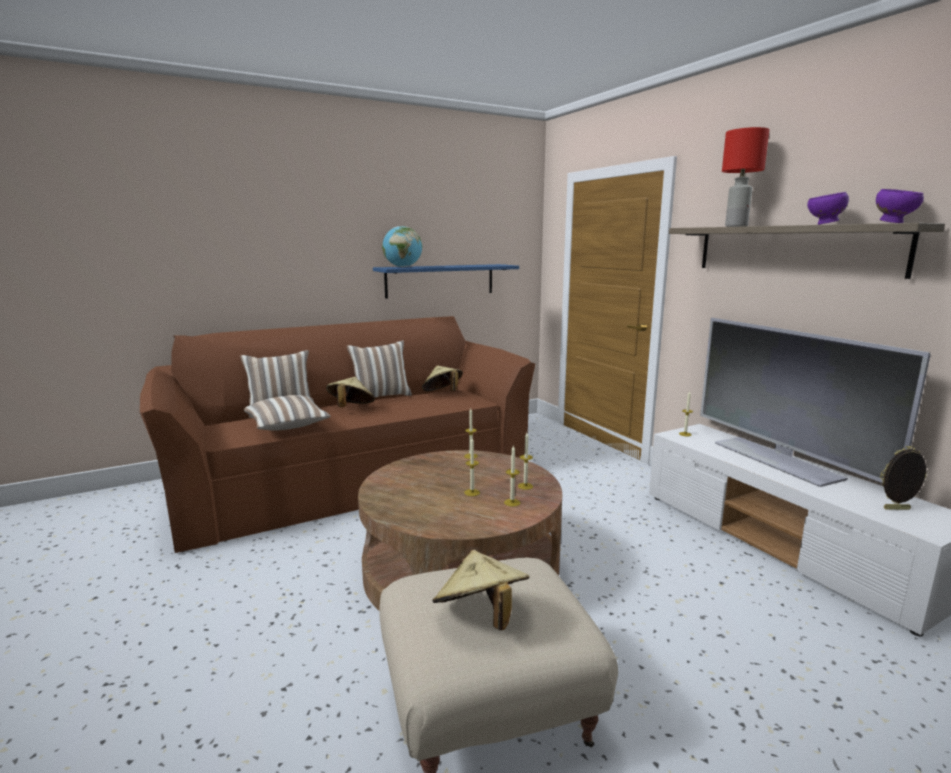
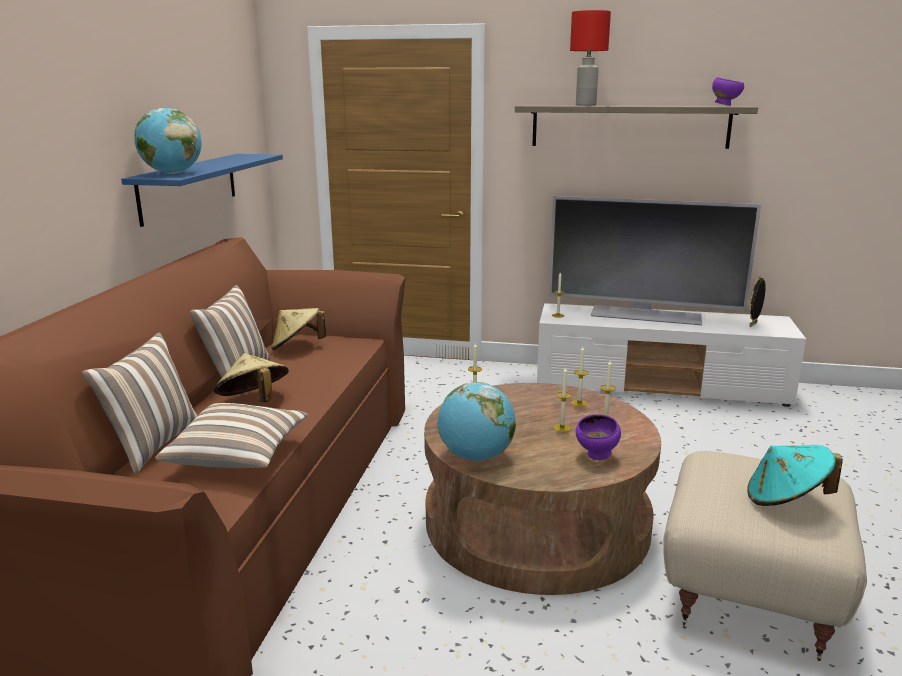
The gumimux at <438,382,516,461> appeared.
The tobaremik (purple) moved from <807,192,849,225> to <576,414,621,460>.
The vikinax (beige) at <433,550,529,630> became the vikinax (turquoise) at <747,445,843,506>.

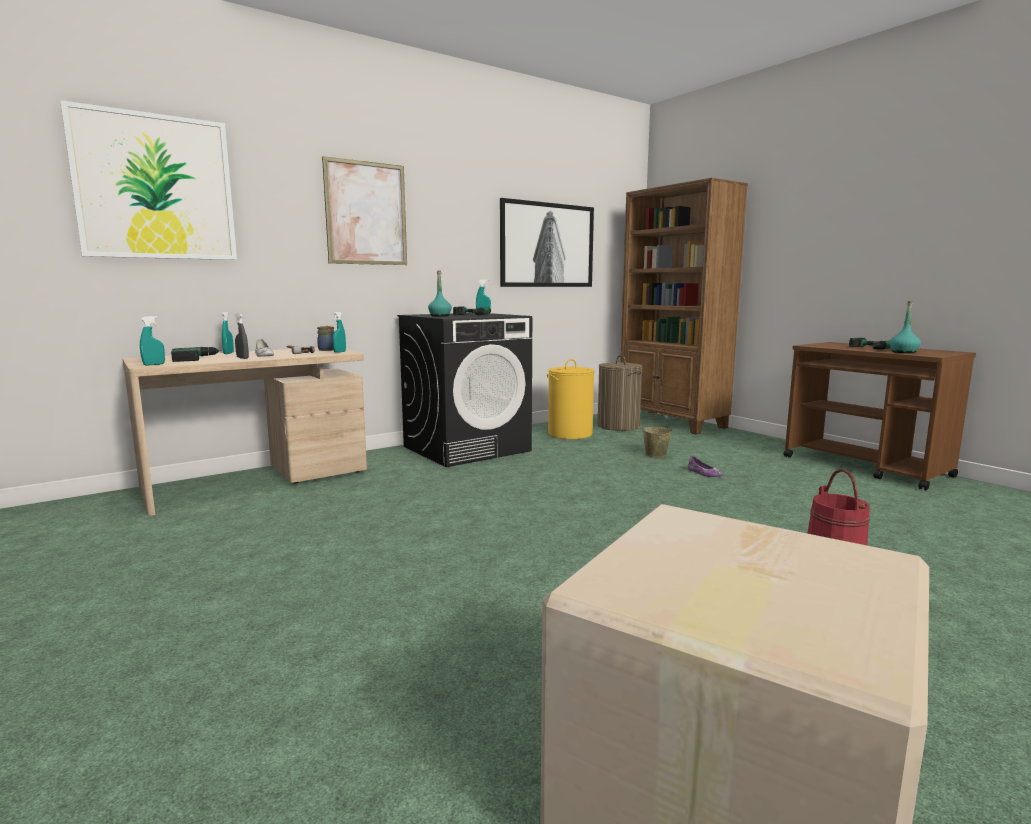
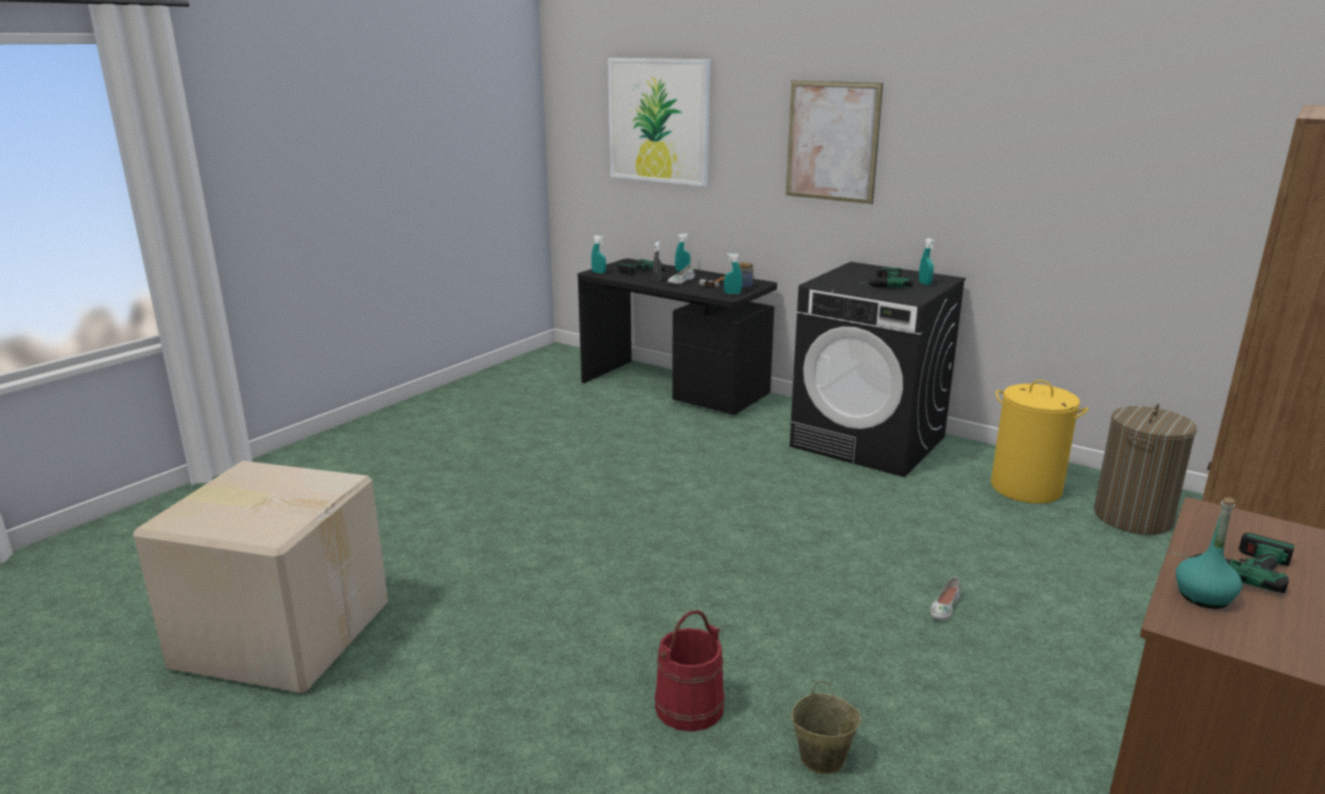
The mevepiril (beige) at <122,347,367,516> became the mevepiril (black) at <578,259,777,415>.
The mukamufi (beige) moved from <642,413,672,457> to <791,681,861,774>.
The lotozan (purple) at <688,456,723,477> became the lotozan (white) at <930,577,961,620>.
The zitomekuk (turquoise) at <428,270,452,317> disappeared.
The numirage at <500,198,594,287> disappeared.

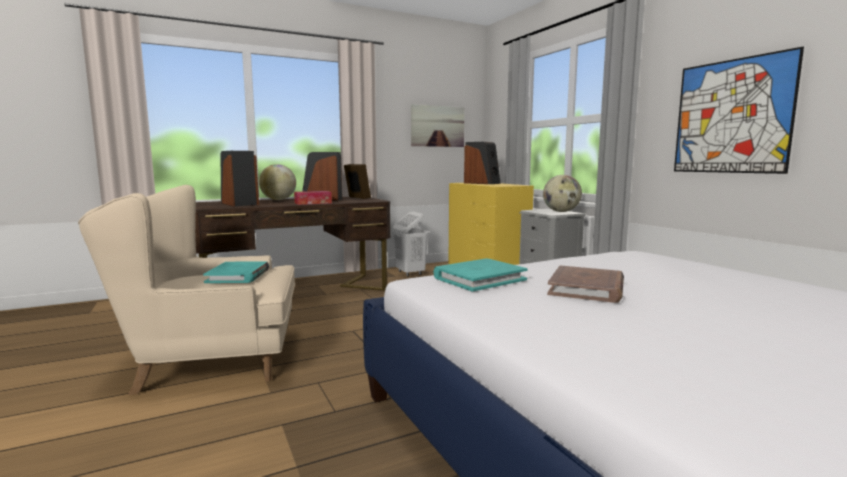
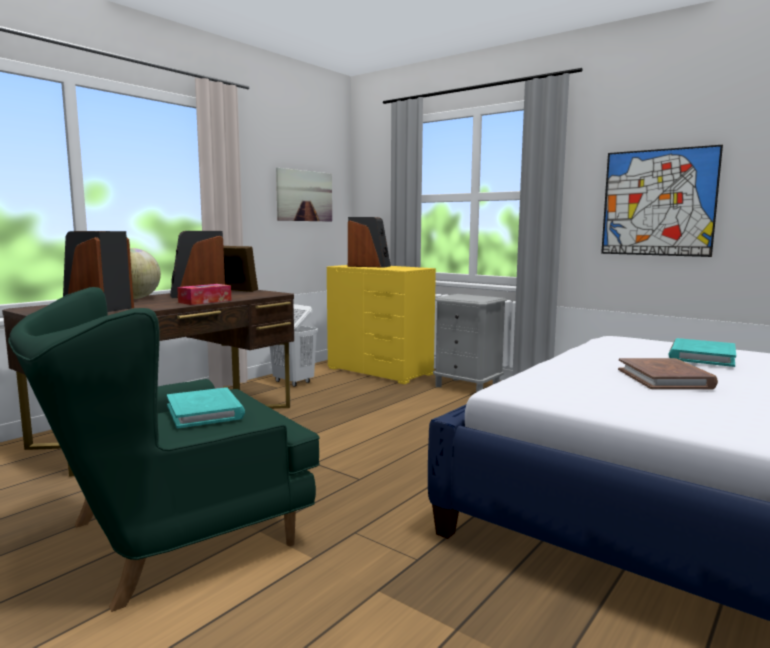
The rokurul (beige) at <78,185,295,395> became the rokurul (green) at <8,287,320,612>.
The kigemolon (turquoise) moved from <434,259,528,291> to <669,338,736,367>.
The gumimux at <543,175,582,212> disappeared.

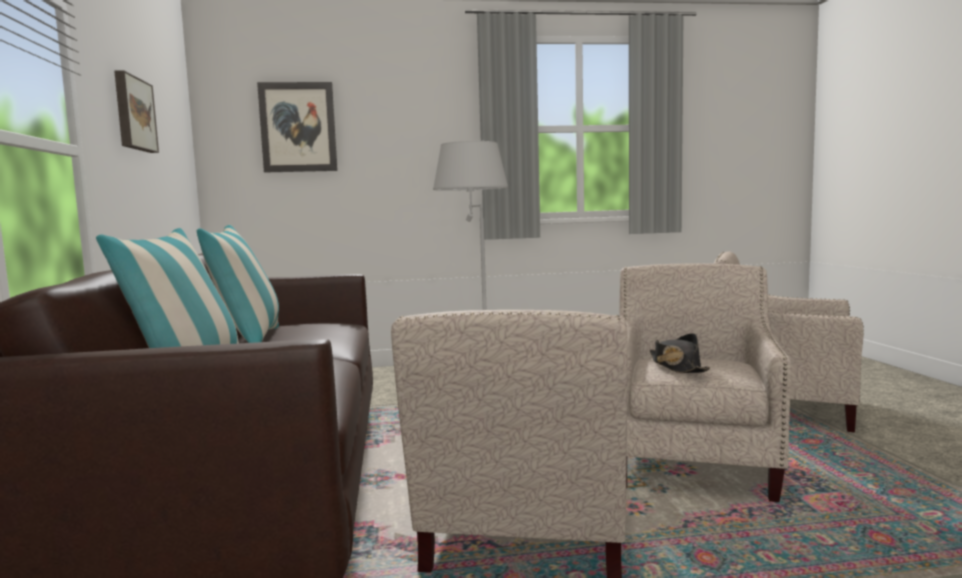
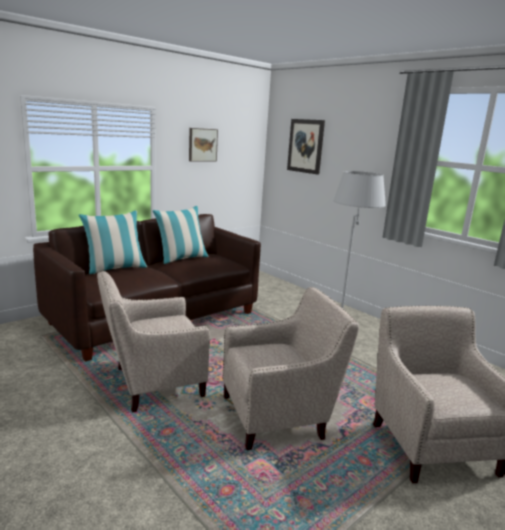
The vikinax (black) at <650,333,710,373> disappeared.

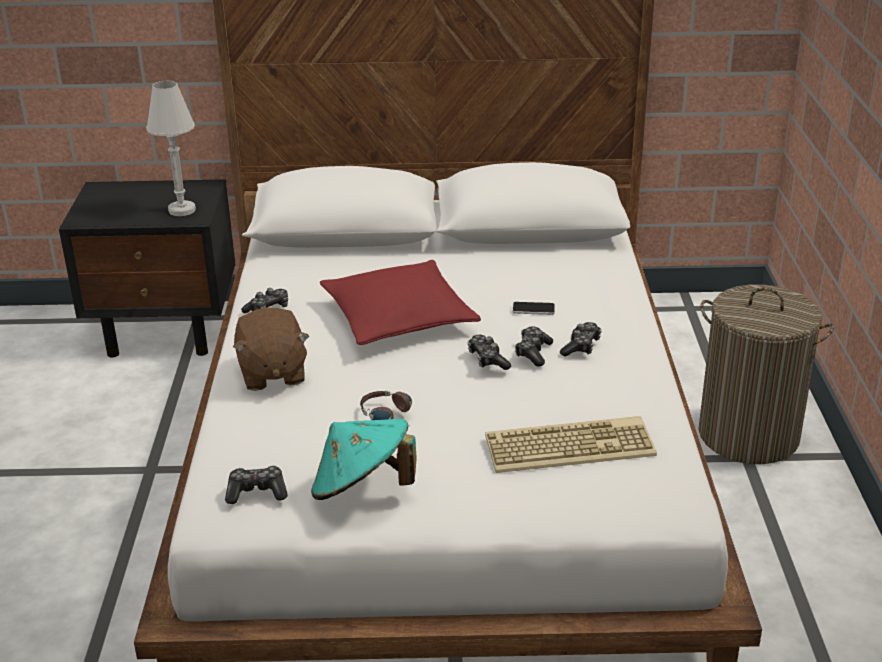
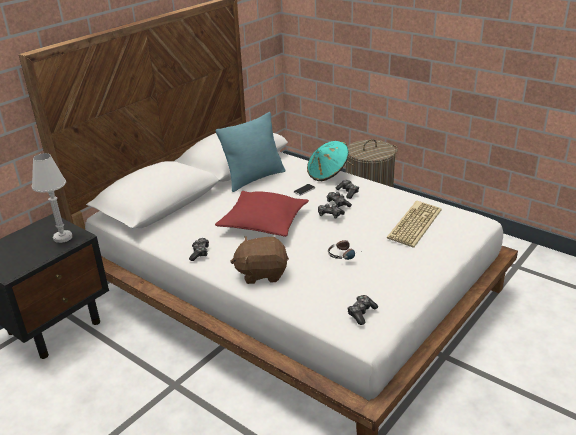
The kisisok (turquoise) at <216,112,286,192> appeared.
The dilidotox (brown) at <233,307,310,391> turned 150 degrees clockwise.
The vikinax (turquoise) moved from <311,419,417,500> to <307,141,349,182>.

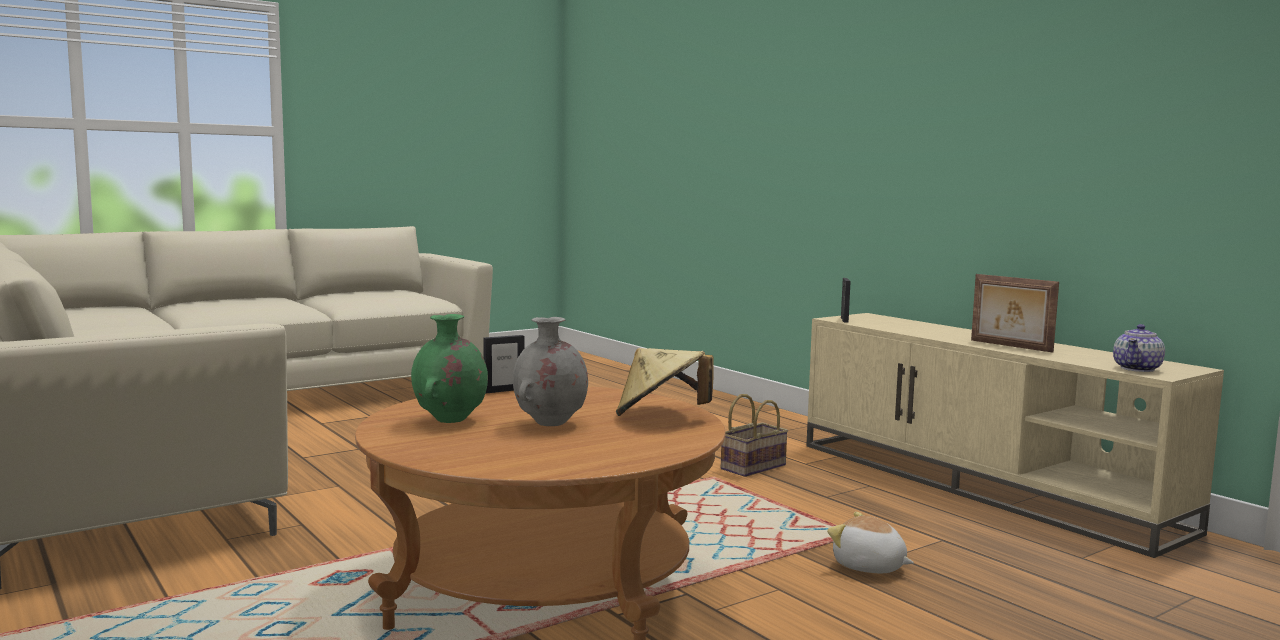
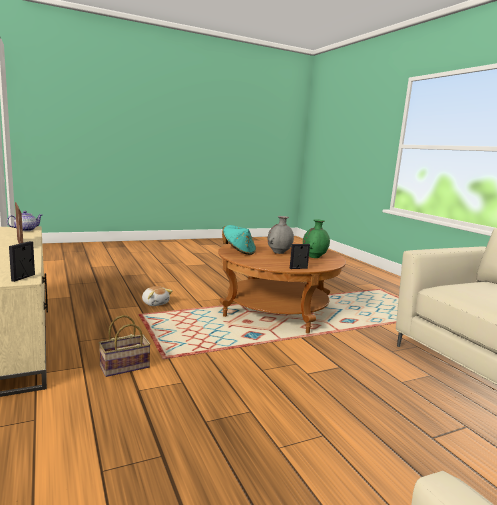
The vikinax (beige) at <616,348,713,416> became the vikinax (turquoise) at <222,225,256,255>.

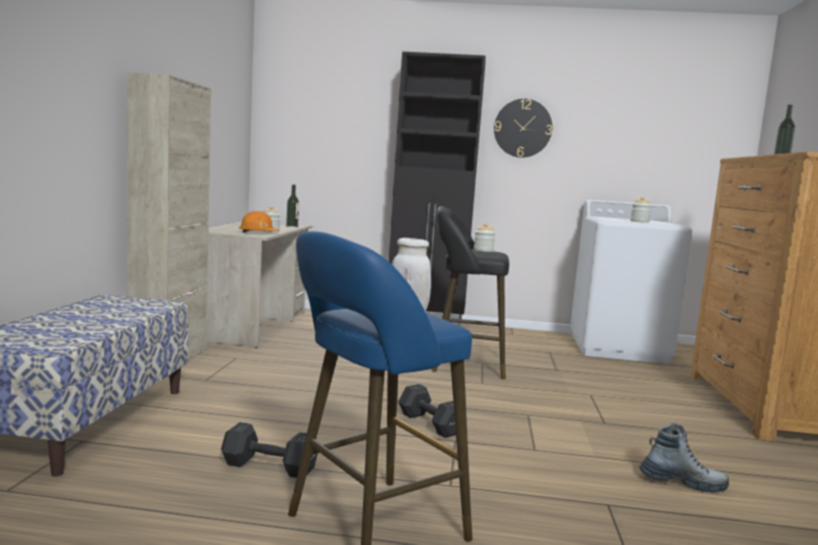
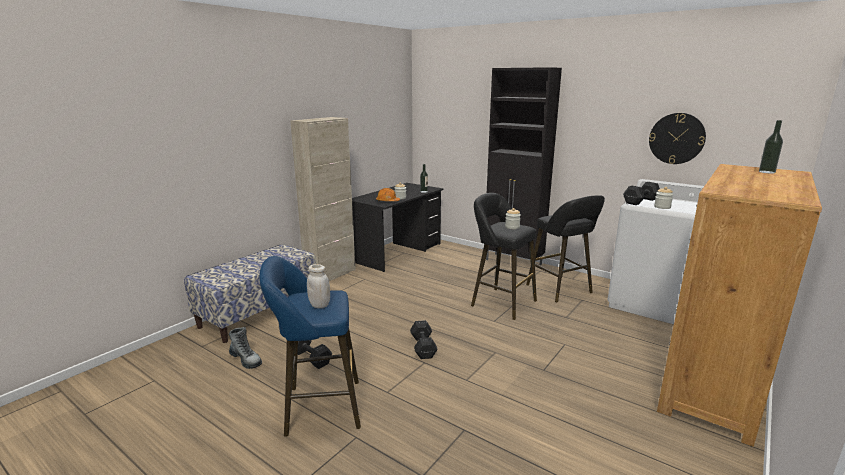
The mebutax moved from <639,423,729,493> to <229,327,262,369>.
The mevepiril (beige) at <207,221,312,348> became the mevepiril (black) at <352,183,444,272>.
The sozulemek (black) at <526,195,605,302> appeared.
The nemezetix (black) at <623,182,660,205> appeared.
The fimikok moved from <494,99,552,158> to <649,113,706,164>.

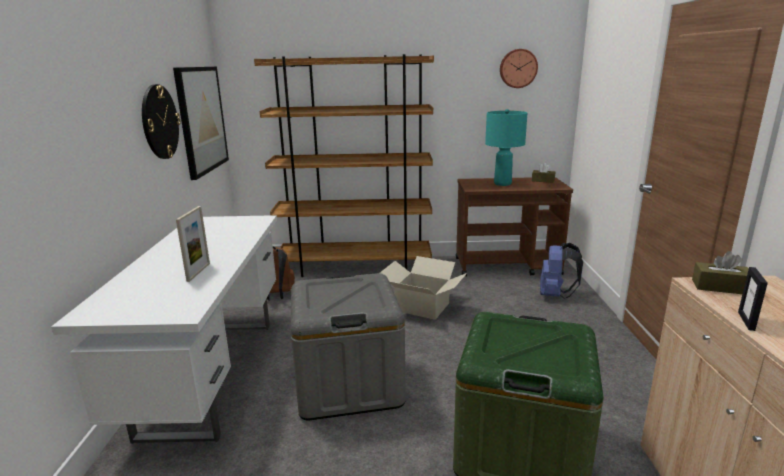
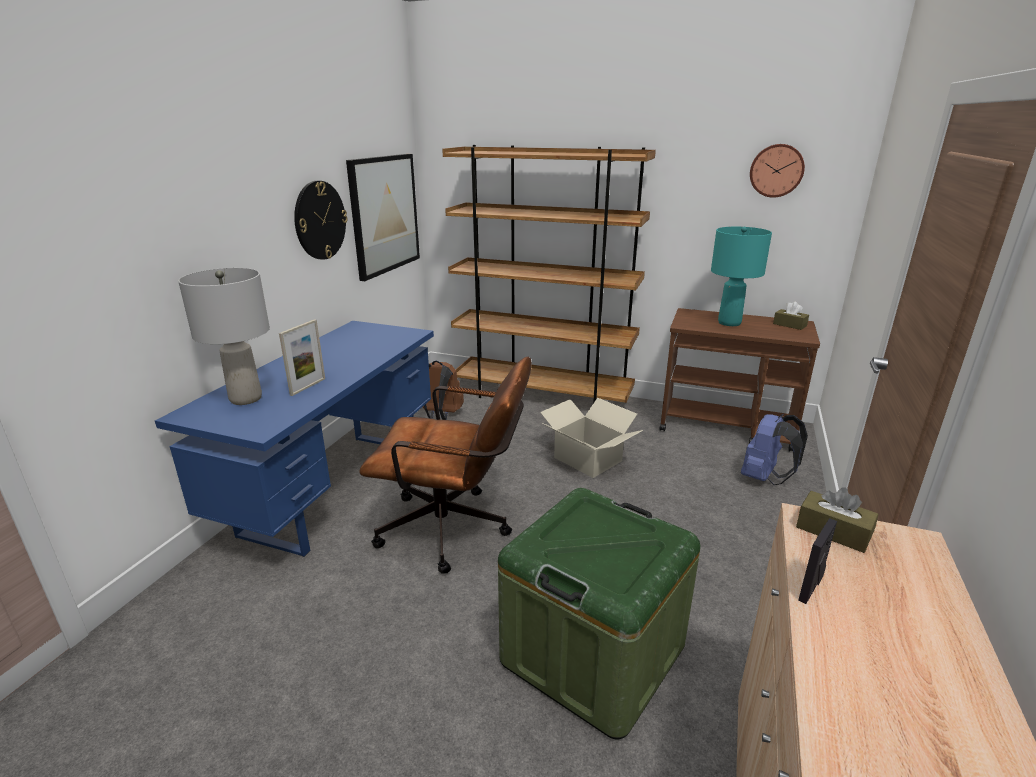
The mevepiril (white) at <51,215,277,444> became the mevepiril (blue) at <155,321,434,557>.
The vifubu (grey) at <178,268,270,405> appeared.
The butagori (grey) at <290,273,406,420> was replaced by the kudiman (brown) at <359,357,532,574>.

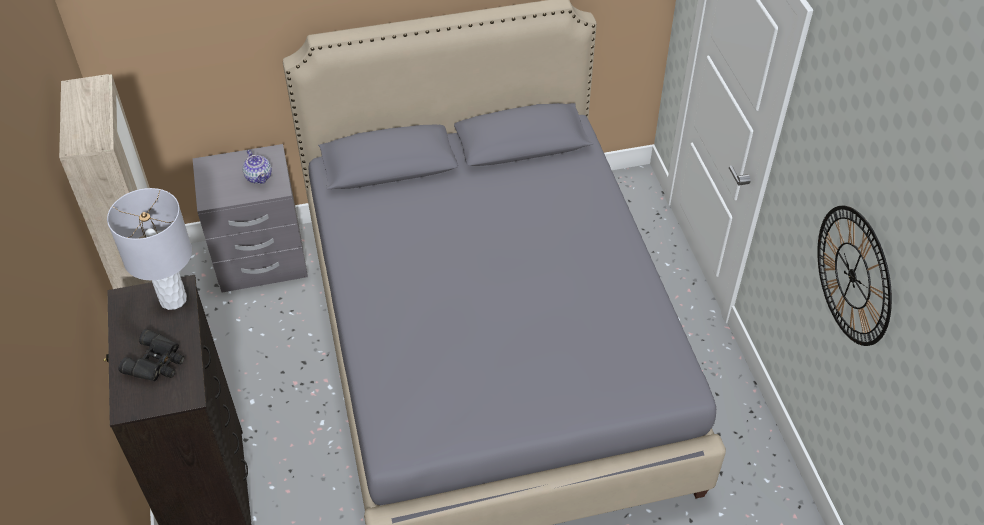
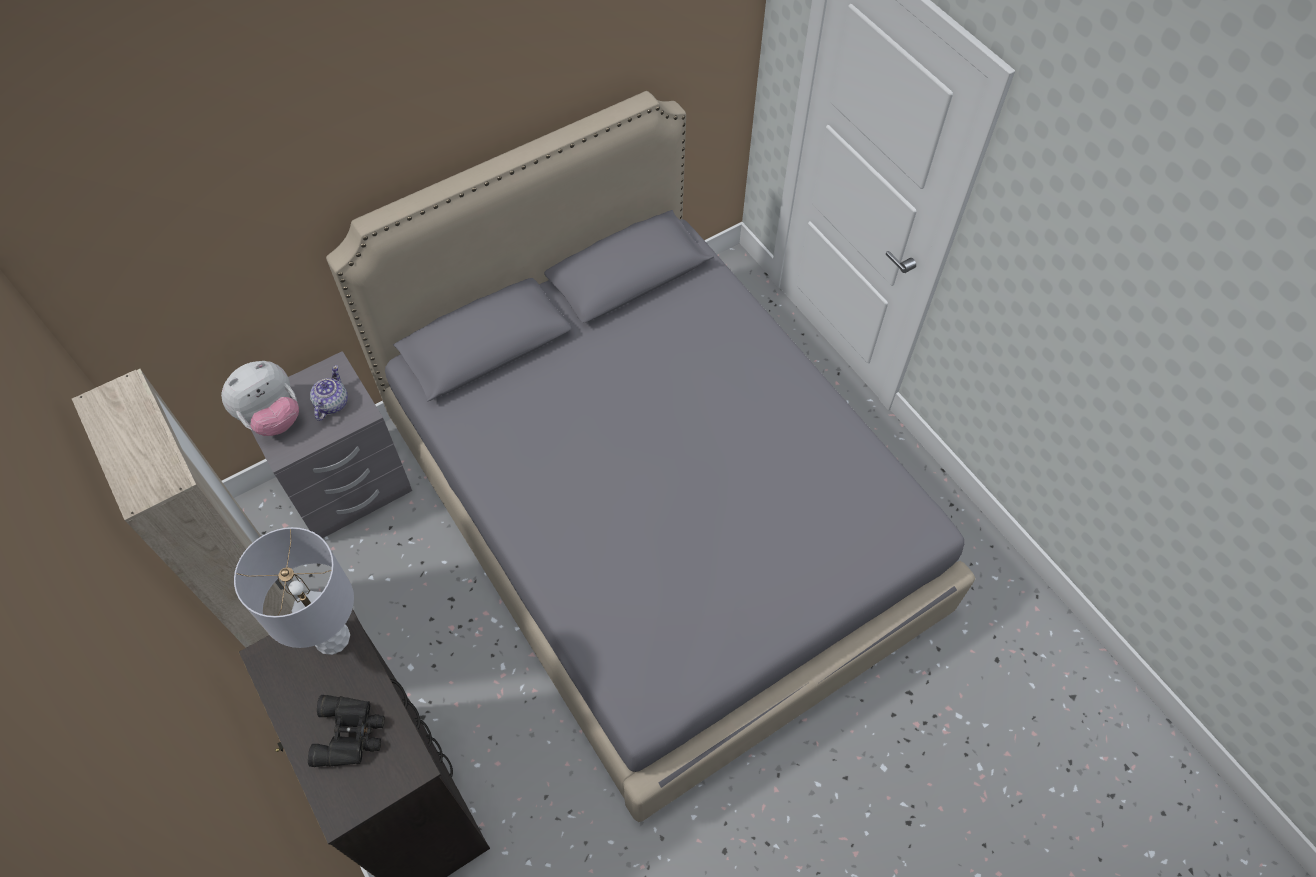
The dilidotox at <221,361,299,436> appeared.
The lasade at <242,150,272,184> turned 120 degrees counterclockwise.
The fimikok at <817,206,892,346> disappeared.

